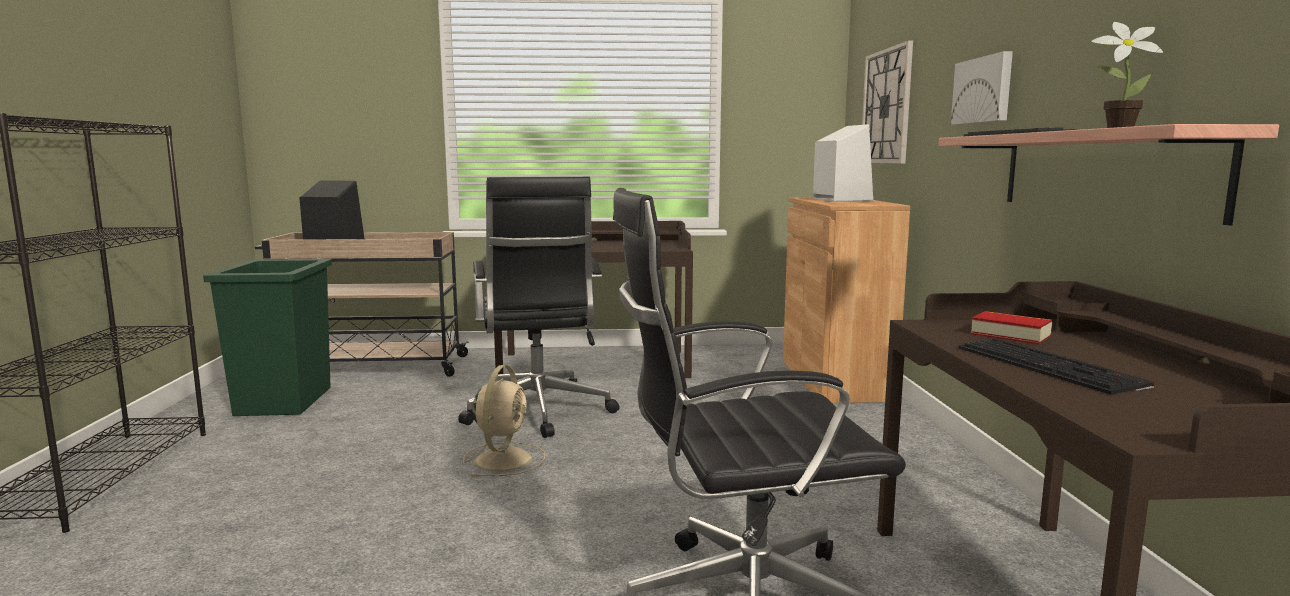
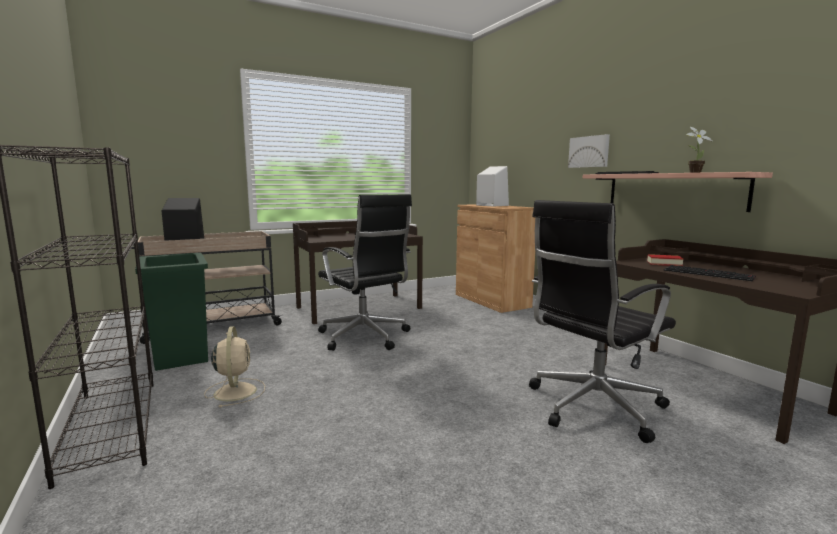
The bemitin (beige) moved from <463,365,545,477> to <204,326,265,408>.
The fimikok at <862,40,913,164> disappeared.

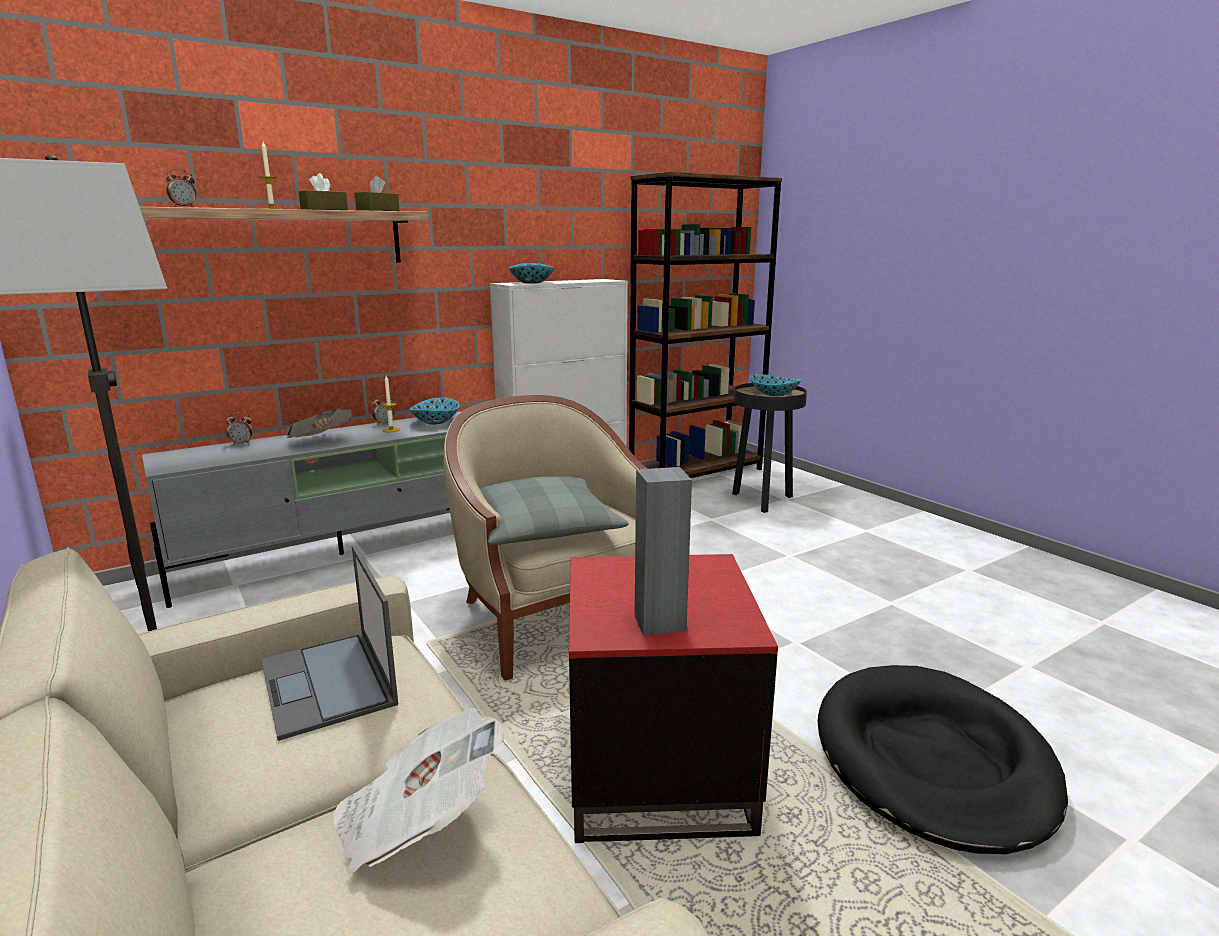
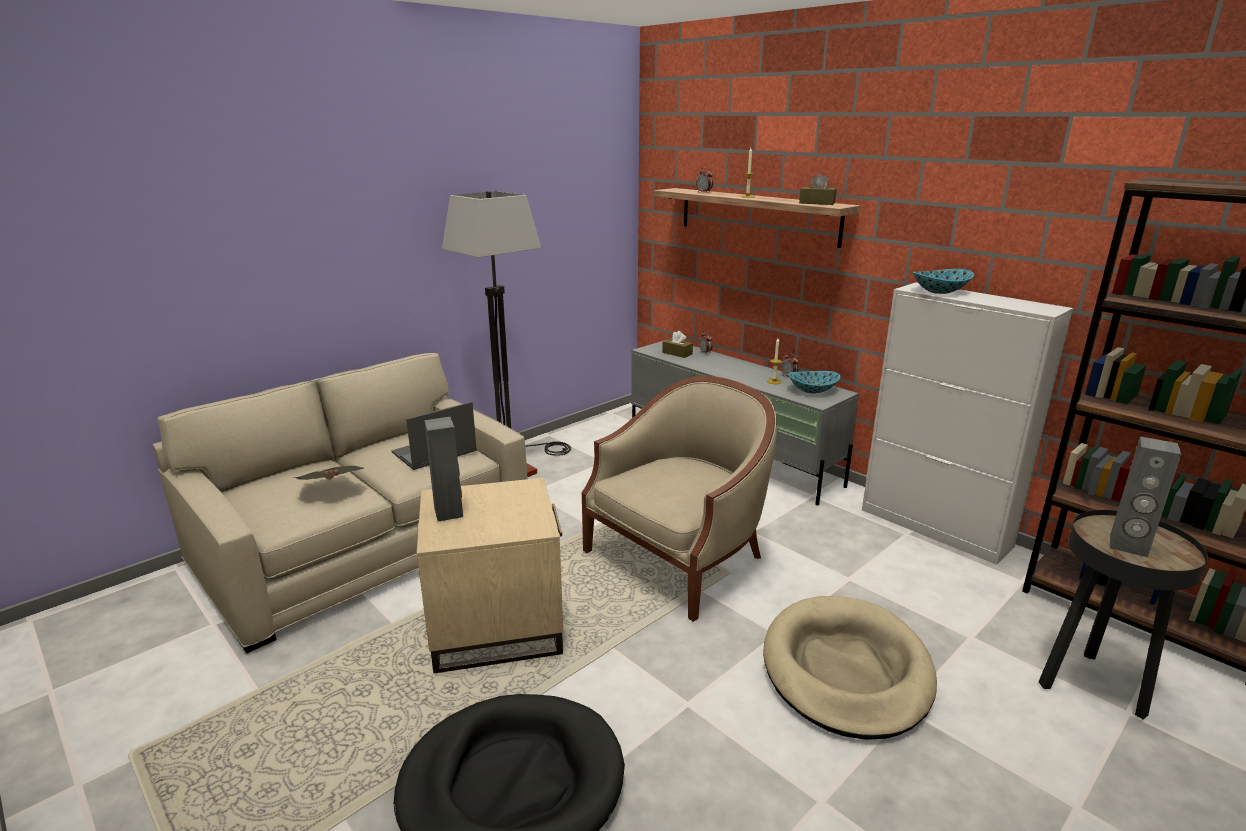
The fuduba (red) at <569,554,778,843> became the fuduba (beige) at <417,478,563,673>.
The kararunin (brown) moved from <299,173,348,210> to <662,331,693,358>.
The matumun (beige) at <763,596,937,740> appeared.
The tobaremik at <749,374,802,396> was replaced by the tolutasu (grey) at <1110,436,1182,557>.
The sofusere at <286,409,352,438> disappeared.
The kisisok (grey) at <479,477,629,545> disappeared.

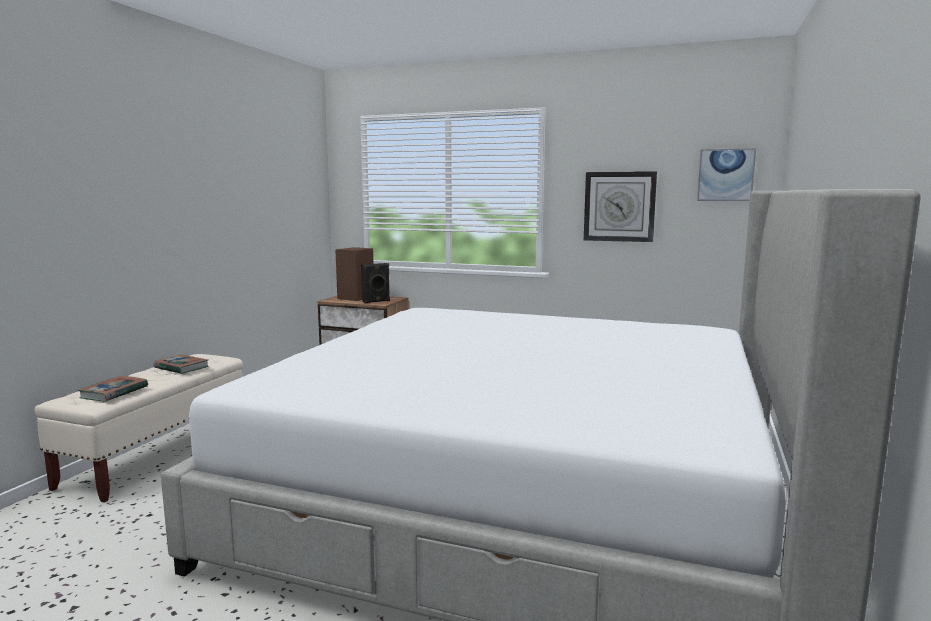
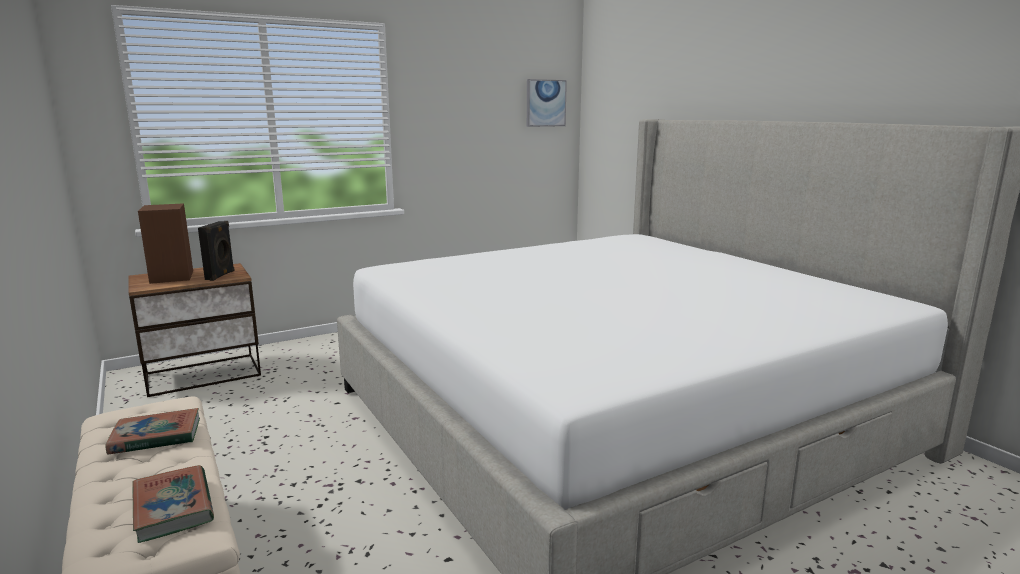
The fimikok at <584,171,657,242> disappeared.

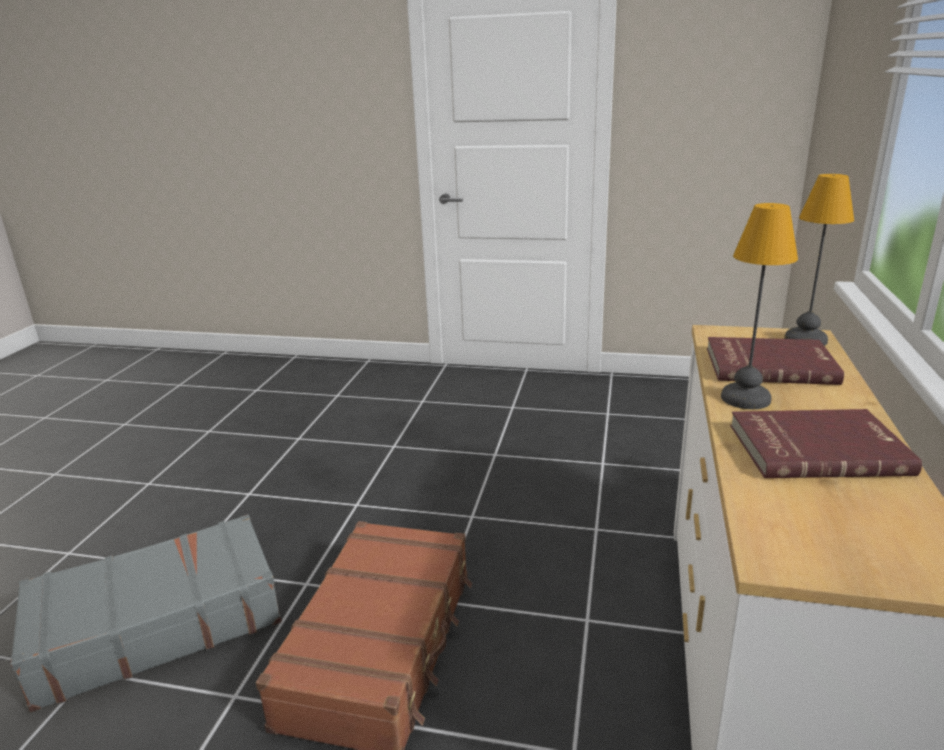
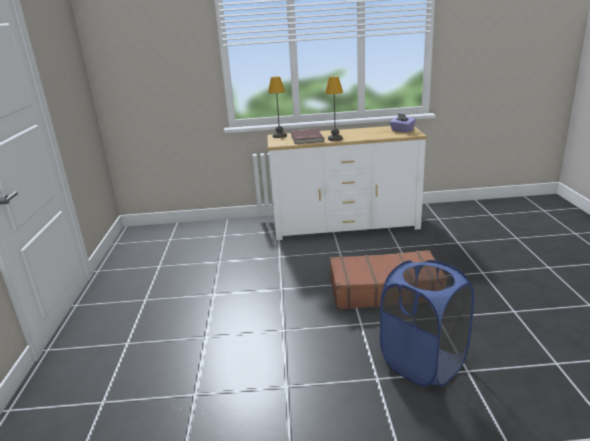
The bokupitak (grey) at <10,514,282,712> was replaced by the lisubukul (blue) at <380,260,474,387>.
The kararunin (purple) at <390,113,416,133> appeared.
The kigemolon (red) at <730,409,922,478> disappeared.

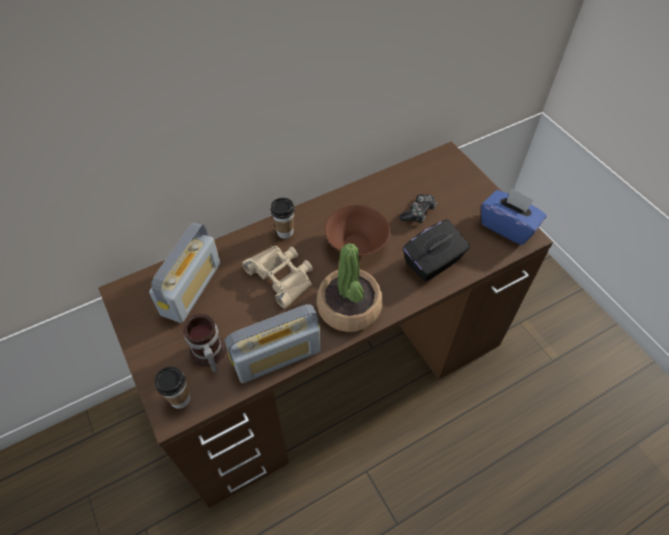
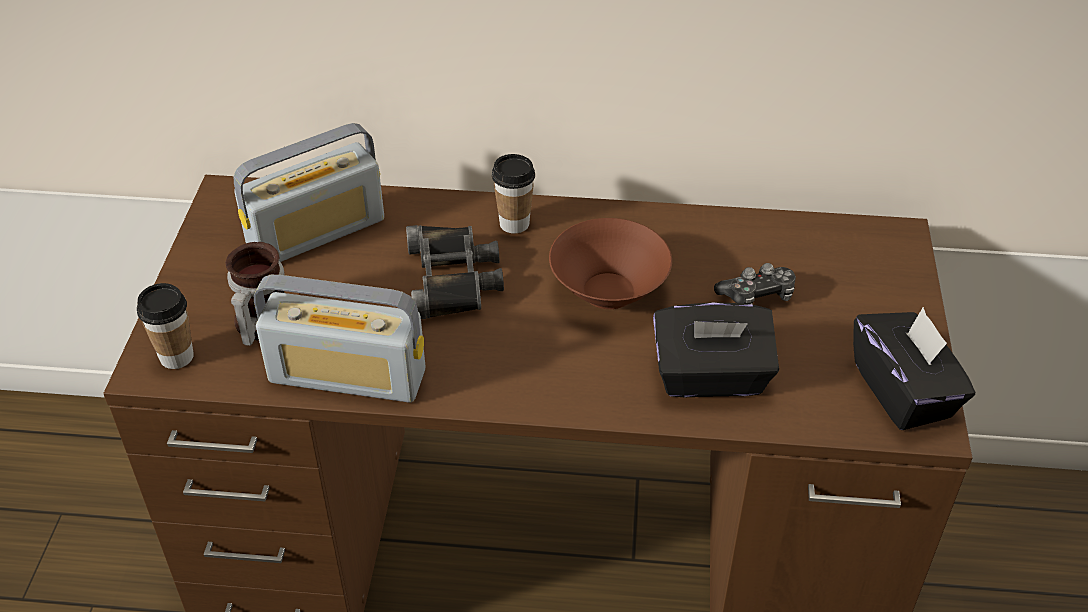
The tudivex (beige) at <242,246,313,309> became the tudivex (black) at <406,225,504,319>.
The kararunin (blue) at <481,188,547,245> became the kararunin (black) at <853,307,975,430>.
The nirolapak at <317,243,383,332> disappeared.

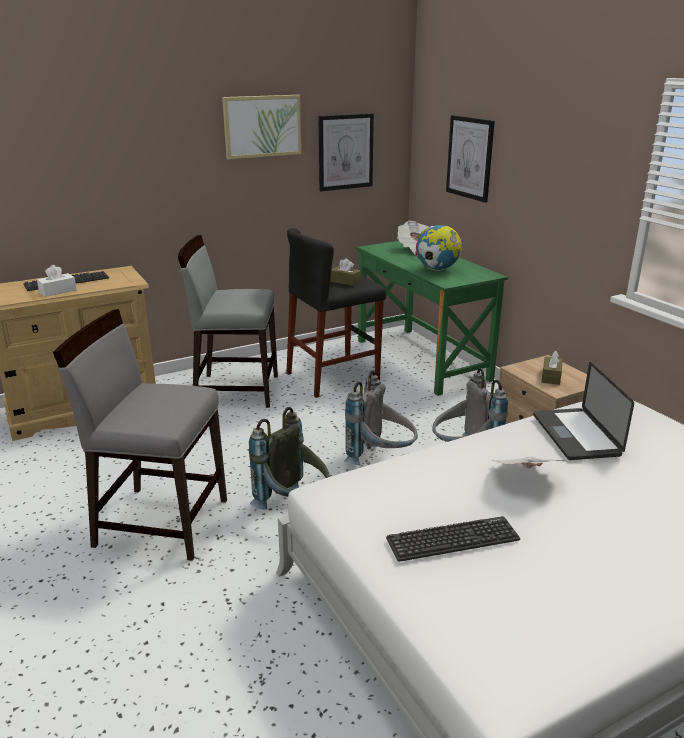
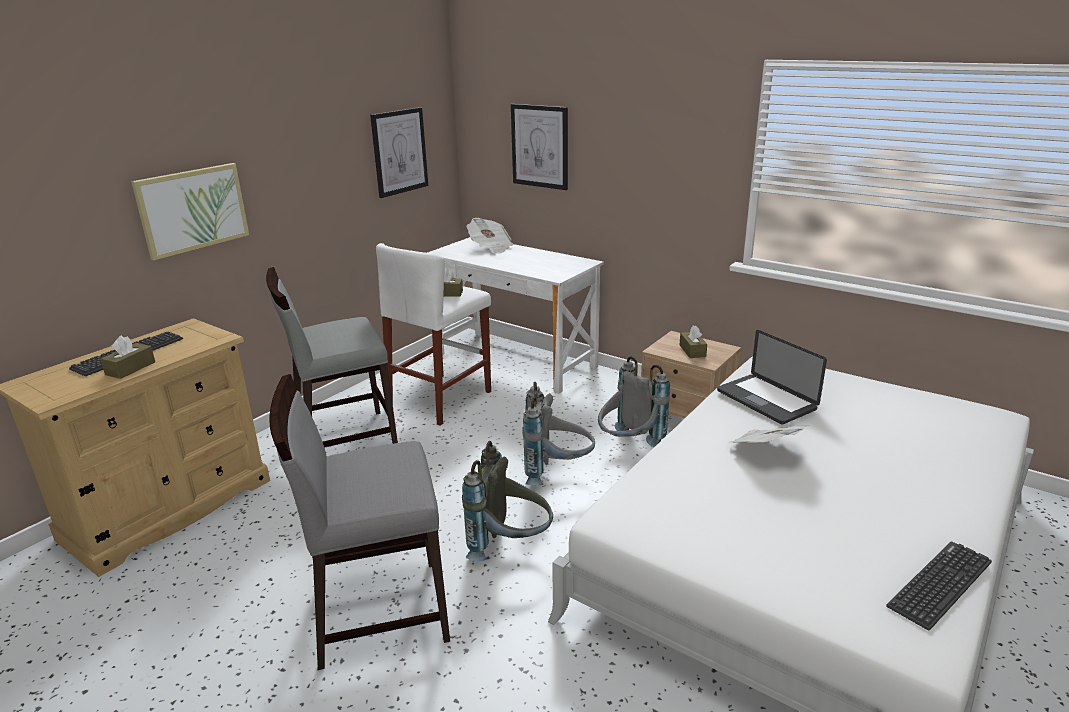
The kararunin (white) at <37,265,77,297> became the kararunin (brown) at <100,335,155,379>.
The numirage moved from <222,95,301,160> to <131,163,249,260>.
The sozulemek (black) at <287,228,386,398> became the sozulemek (white) at <376,243,491,426>.
The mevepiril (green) at <357,241,508,396> became the mevepiril (white) at <427,237,604,394>.
The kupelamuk moved from <386,516,520,562> to <886,541,992,630>.
The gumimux at <415,225,462,271> disappeared.

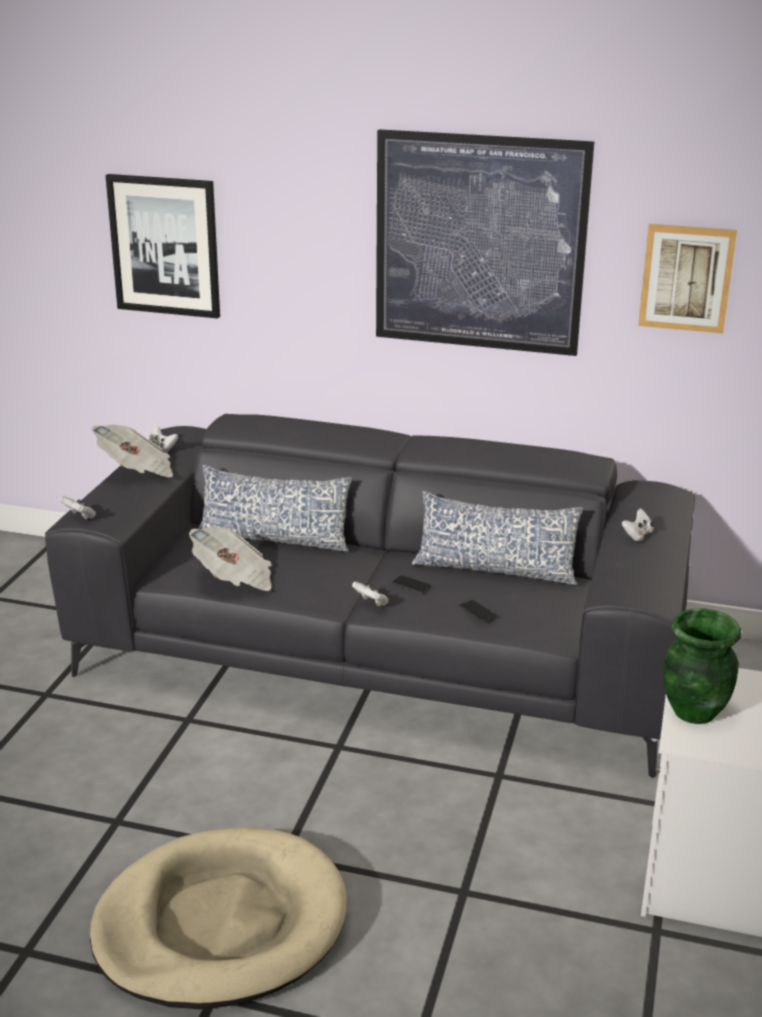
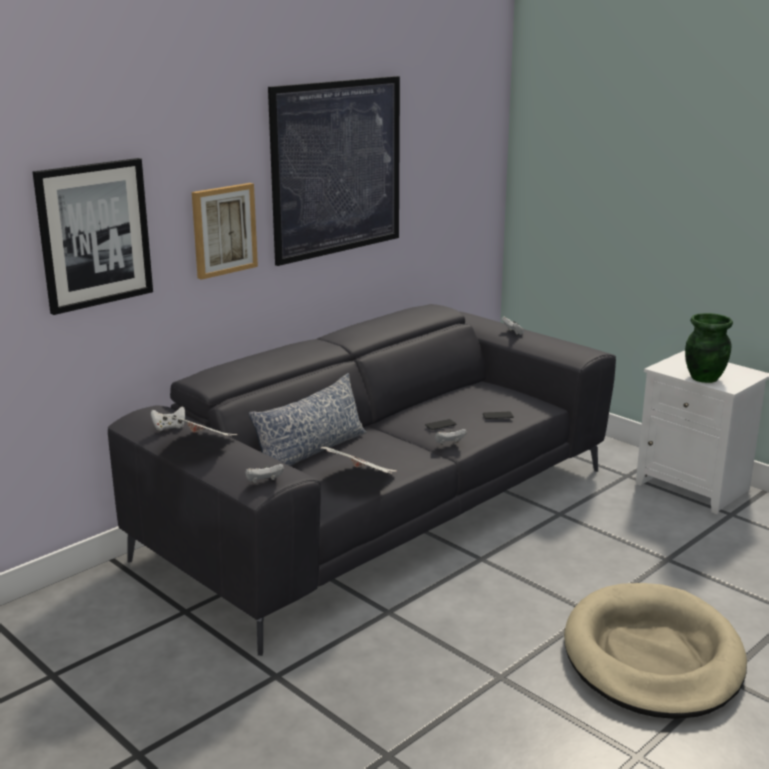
The numirage moved from <638,224,737,333> to <192,183,258,280>.
The kisisok at <412,491,583,585> disappeared.

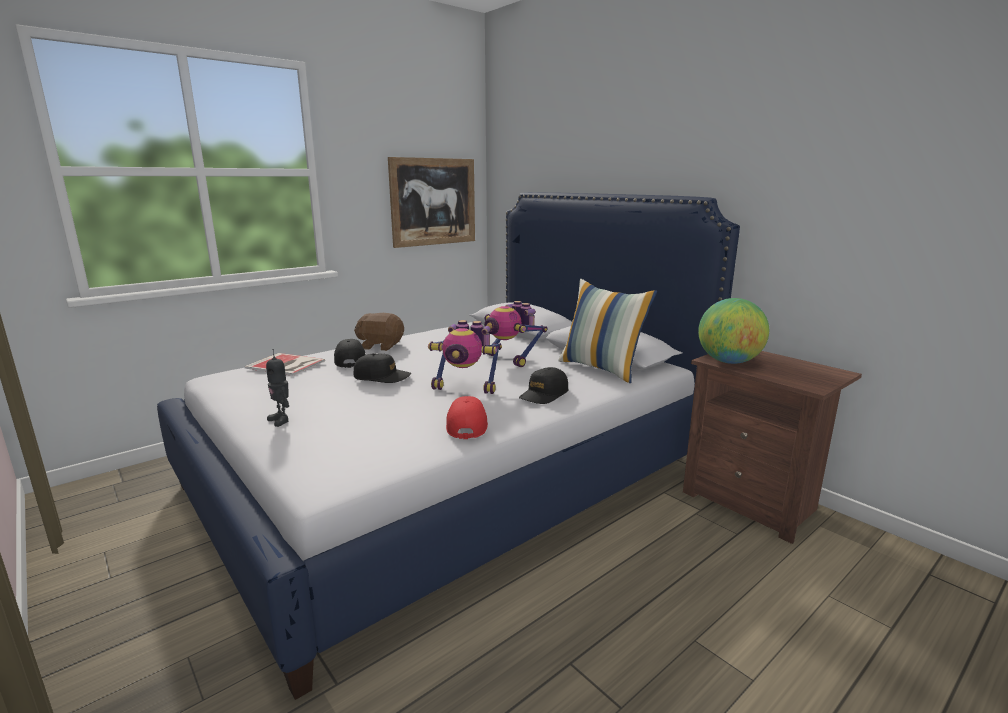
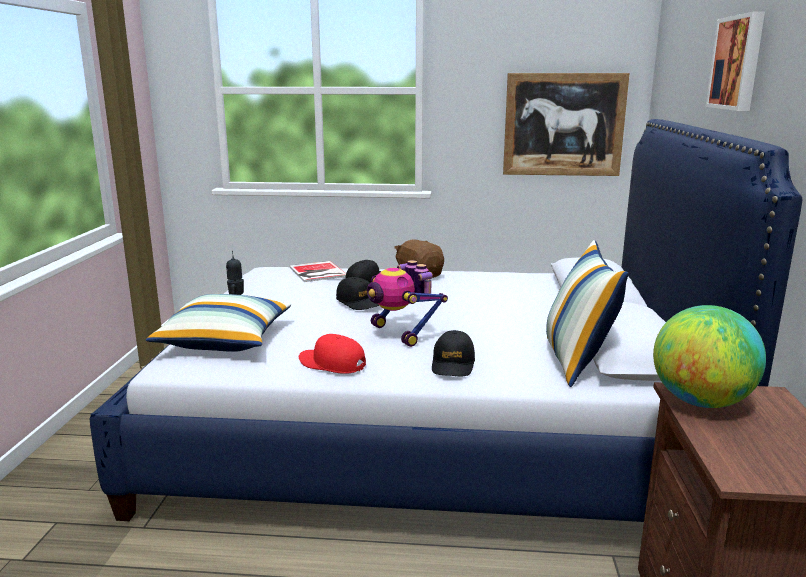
The kisisok at <146,294,291,352> appeared.
The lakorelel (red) at <446,396,488,439> turned 105 degrees counterclockwise.
The lakorelel (black) at <519,367,569,404> turned 75 degrees counterclockwise.
The numirage at <706,11,765,111> appeared.
The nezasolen at <484,301,547,367> disappeared.

